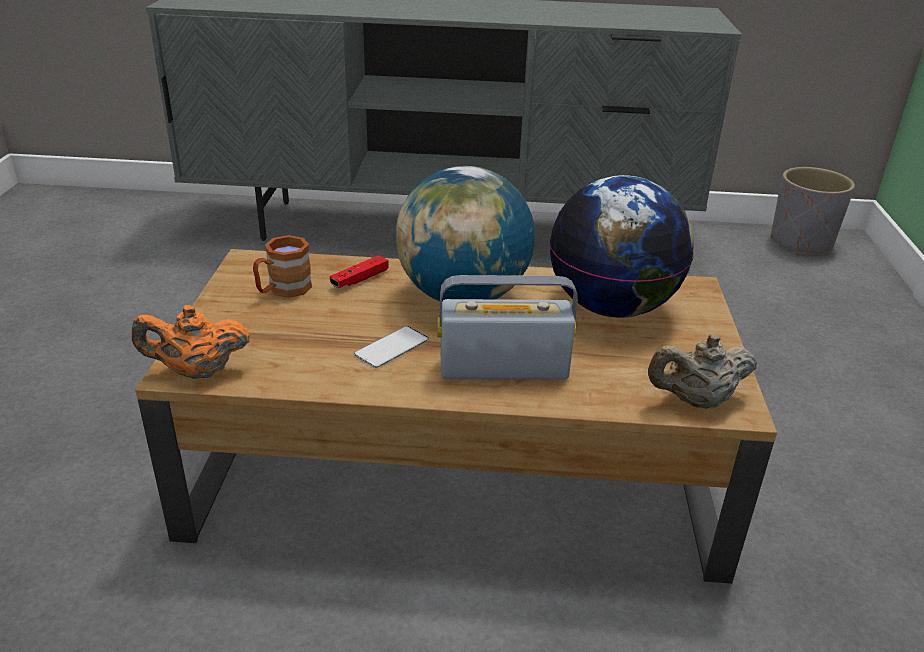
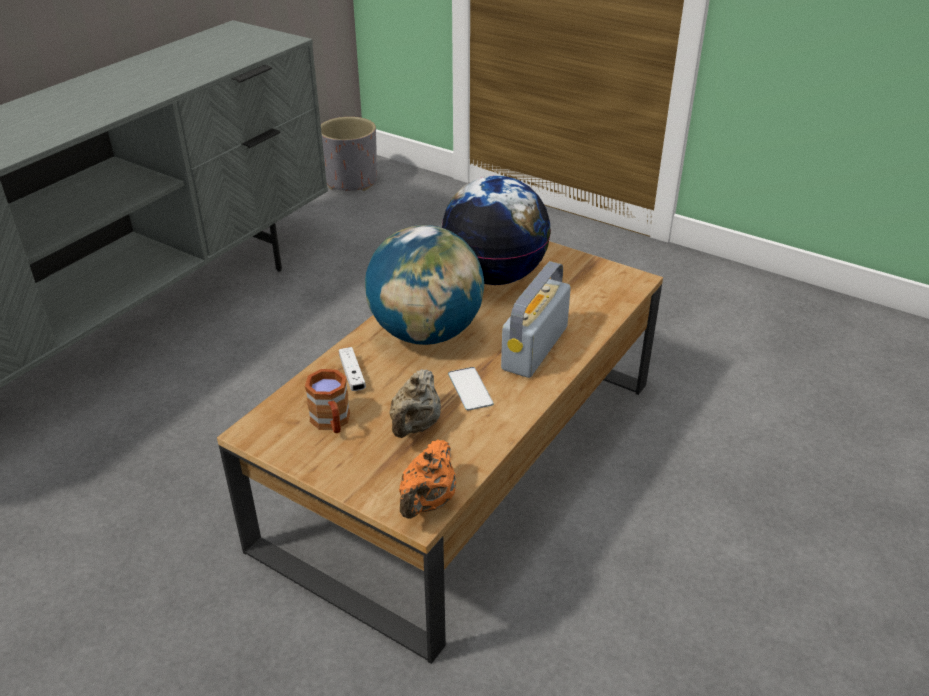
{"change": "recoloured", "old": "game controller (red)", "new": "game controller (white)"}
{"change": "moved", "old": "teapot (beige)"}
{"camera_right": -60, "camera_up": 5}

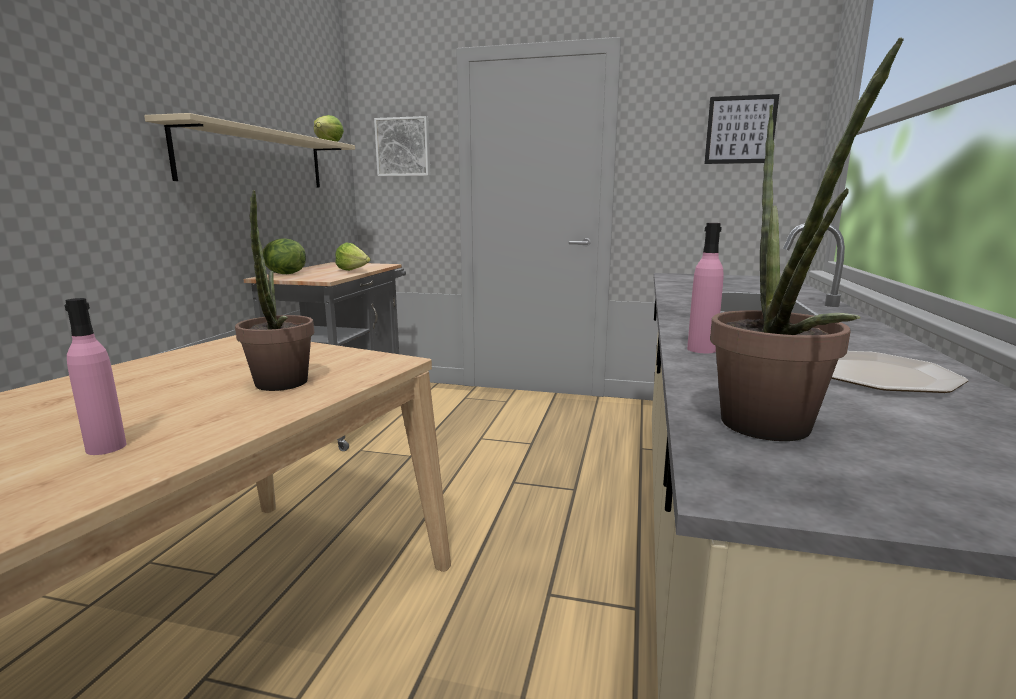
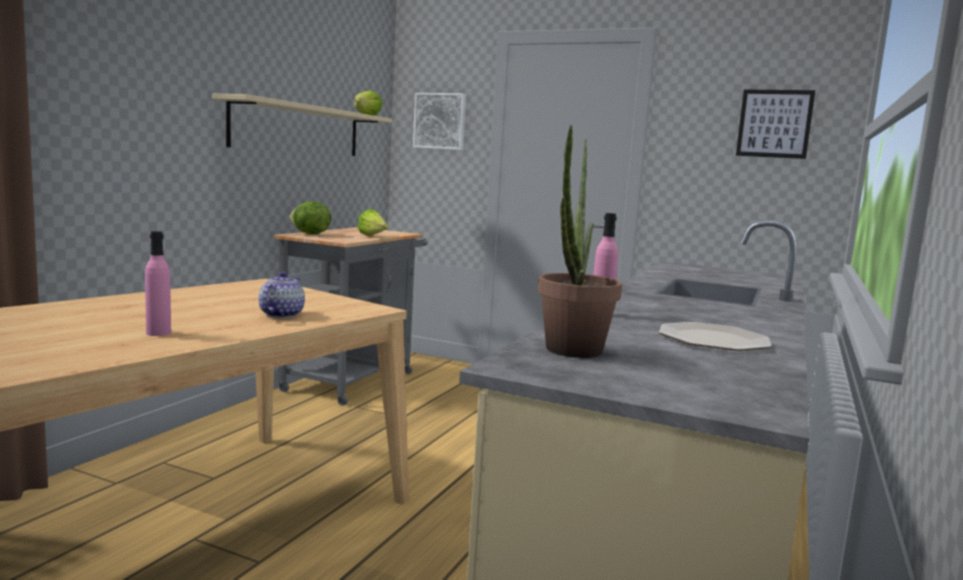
{"change": "replaced", "old": "potted plant (1st from left)", "new": "teapot"}
{"camera_right": 10, "camera_up": -5}

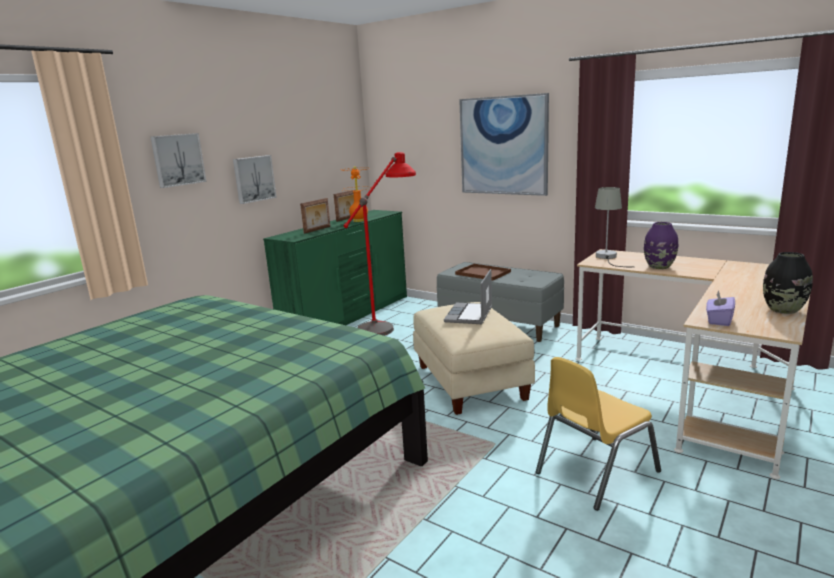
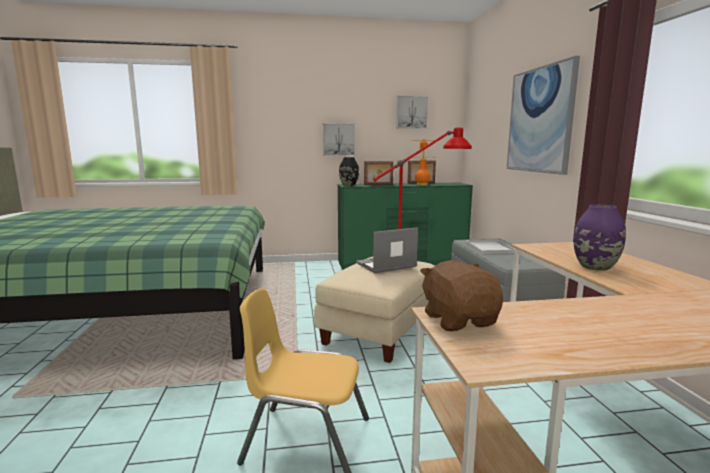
{"change": "moved", "old": "picture (1st from left in the first image)", "new": "picture (2nd from left)"}
{"change": "recoloured", "old": "tray (brown)", "new": "tray (white)"}
{"change": "removed", "old": "table lamp (grey)"}
{"change": "replaced", "old": "tissue box (purple)", "new": "plush toy (brown)"}
{"change": "moved", "old": "vase (black)"}
{"camera_right": 45, "camera_up": -5}

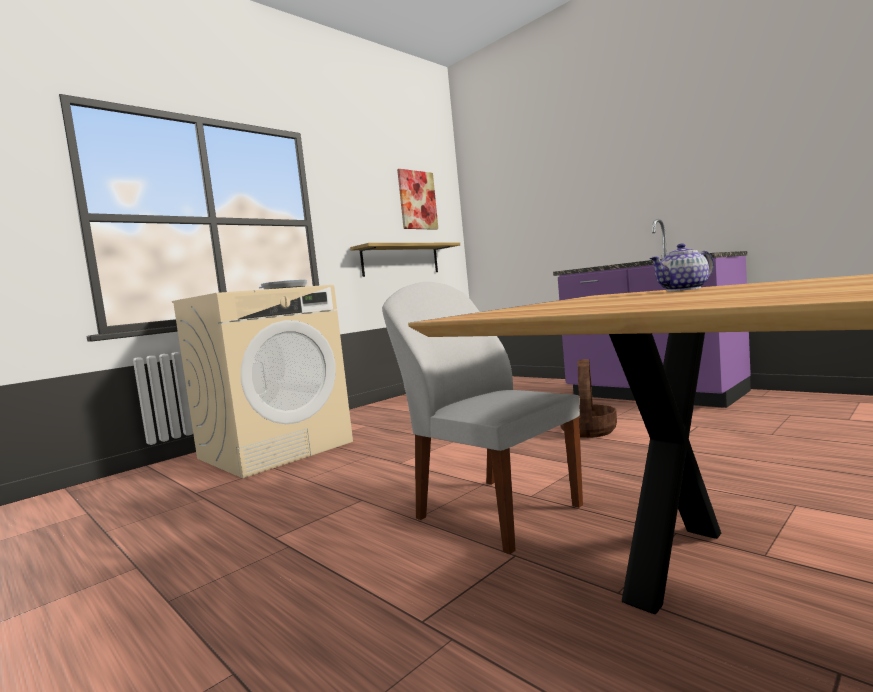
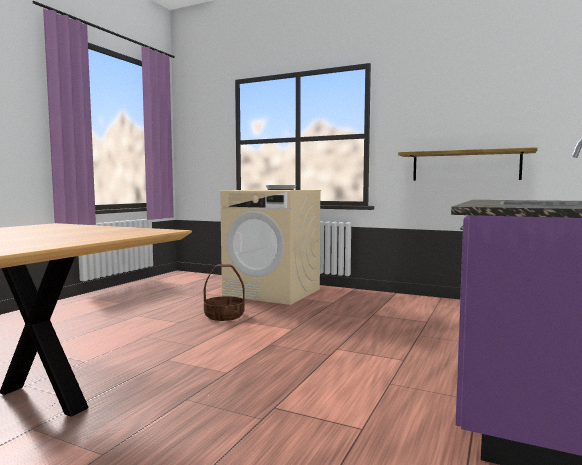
{"change": "removed", "old": "chair (white)"}
{"change": "removed", "old": "picture"}
{"change": "moved", "old": "basket"}
{"change": "removed", "old": "teapot"}
{"camera_right": 70, "camera_up": 0}

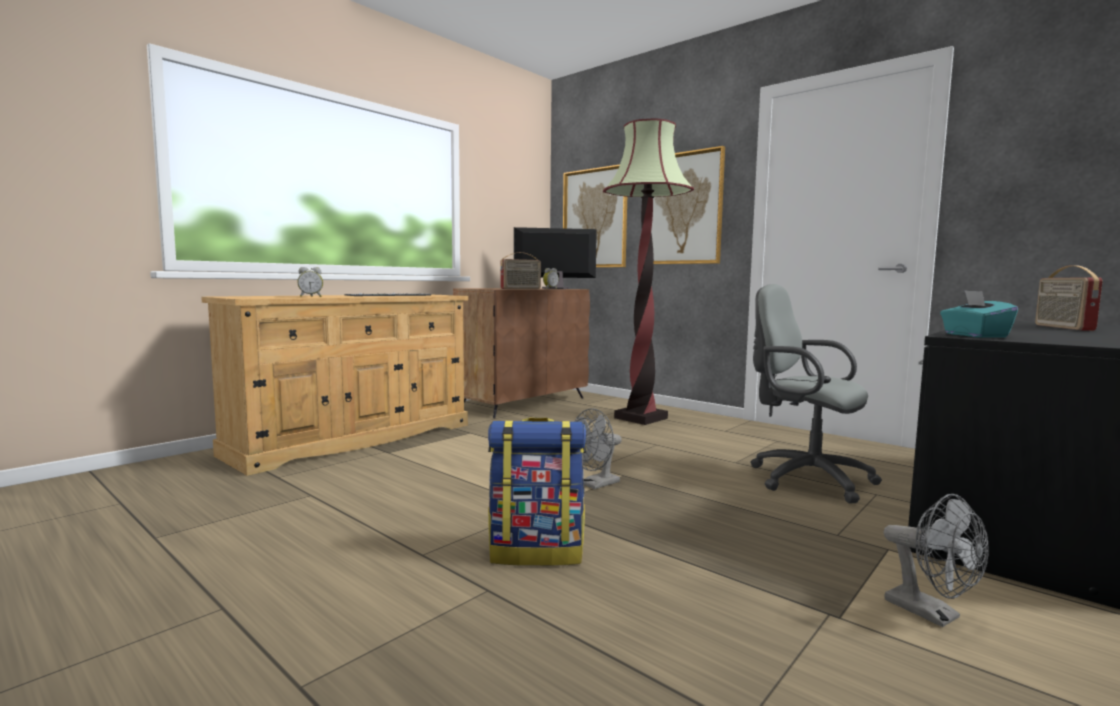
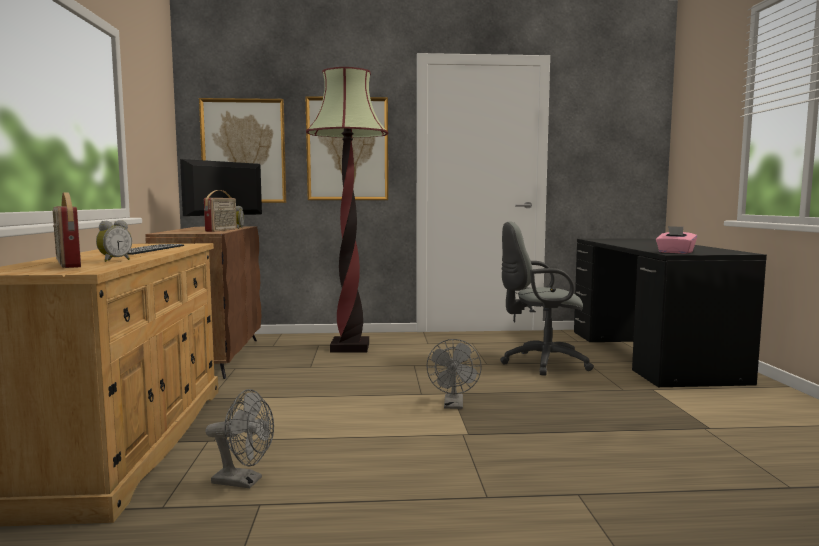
{"change": "removed", "old": "backpack"}
{"change": "moved", "old": "fan (grey) (2nd from left in the first image)", "new": "fan (grey) (1st from left)"}
{"change": "recoloured", "old": "tissue box (turquoise)", "new": "tissue box (pink)"}
{"change": "moved", "old": "radio (2nd from left in the first image)", "new": "radio (1st from left)"}
{"camera_right": -45, "camera_up": 0}

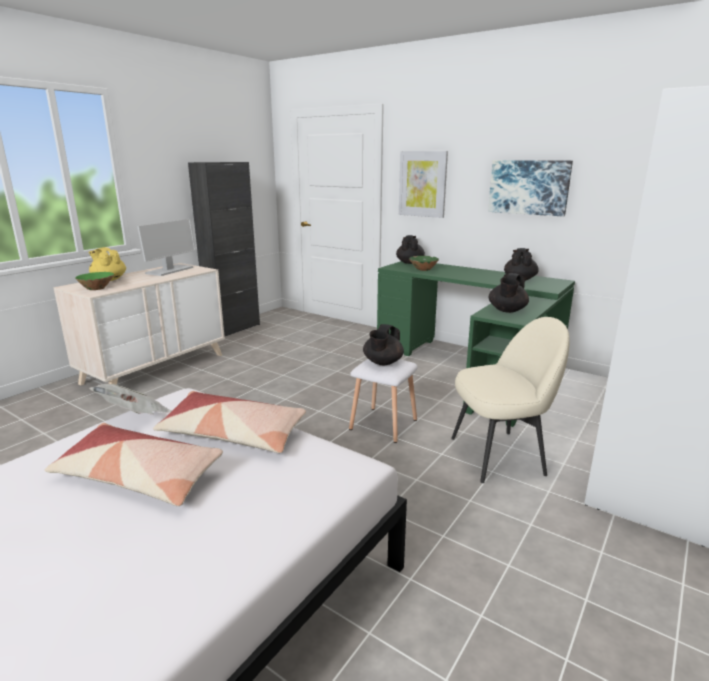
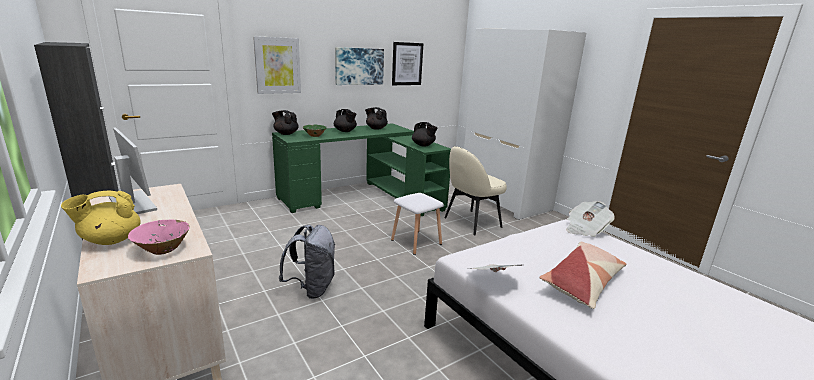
{"change": "recoloured", "old": "bowl (green) (1st from left)", "new": "bowl (pink)"}
{"change": "removed", "old": "pillow (2nd from left)"}
{"change": "moved", "old": "teapot (black) (1st from left in the first image)", "new": "teapot (black) (2nd from left)"}
{"change": "turned", "old": "chair (beige)", "degrees": -135}
{"change": "added", "new": "backpack (grey)"}
{"change": "added", "new": "picture (3rd from left)"}
{"change": "added", "new": "newspaper (2nd from left)"}
{"camera_right": -70, "camera_up": 0}

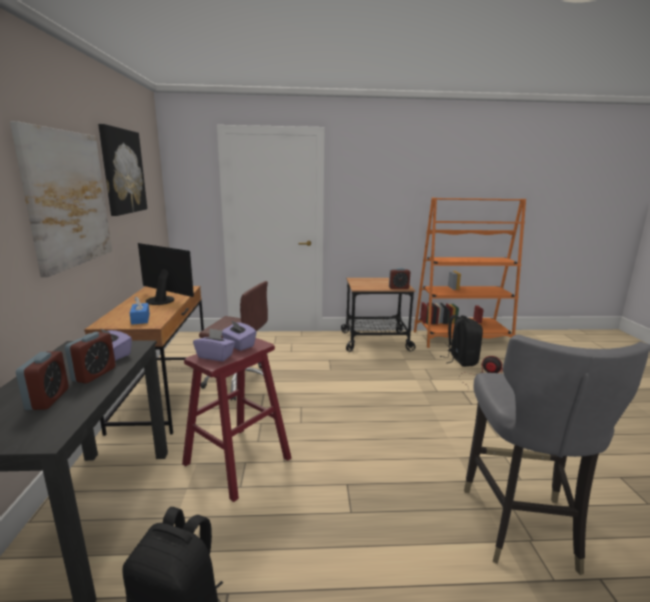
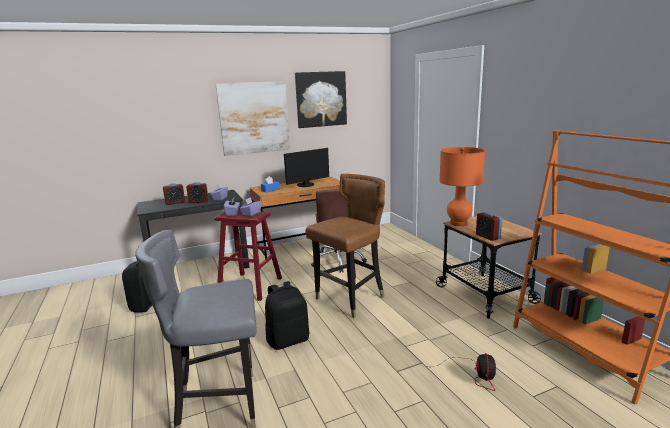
{"change": "turned", "old": "monitor", "degrees": 45}
{"change": "moved", "old": "backpack (black) (2nd from left)"}
{"change": "added", "new": "chair (brown)"}
{"change": "added", "new": "table lamp (orange)"}
{"camera_right": 70, "camera_up": 0}

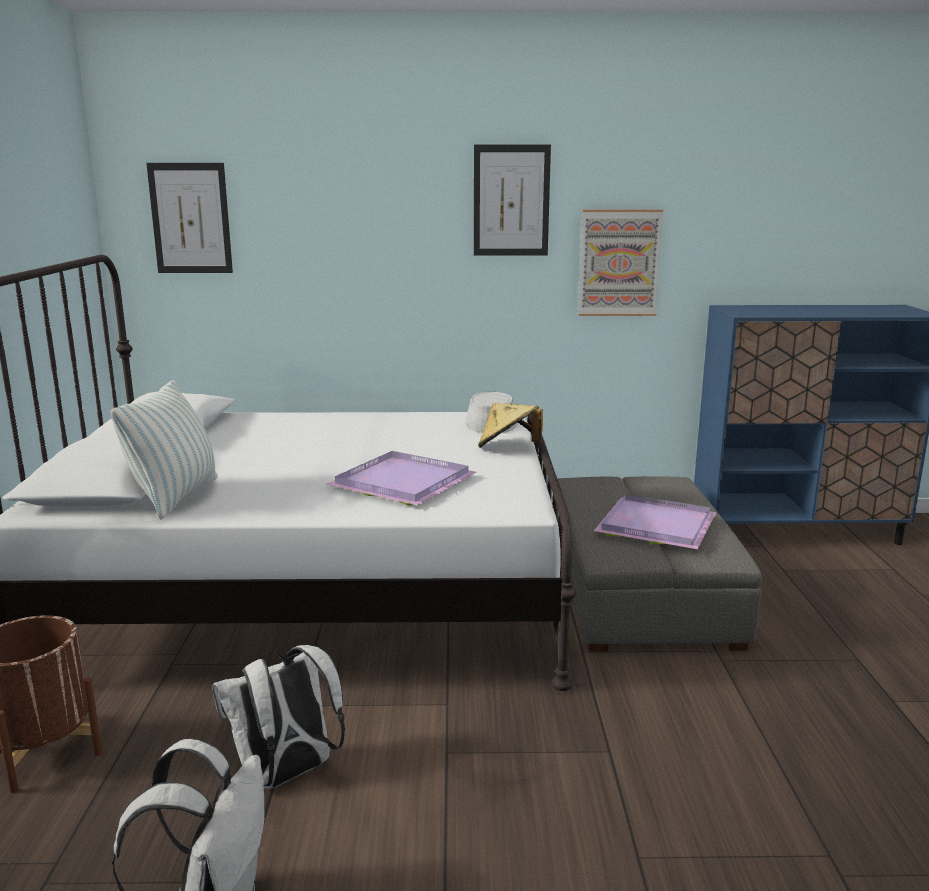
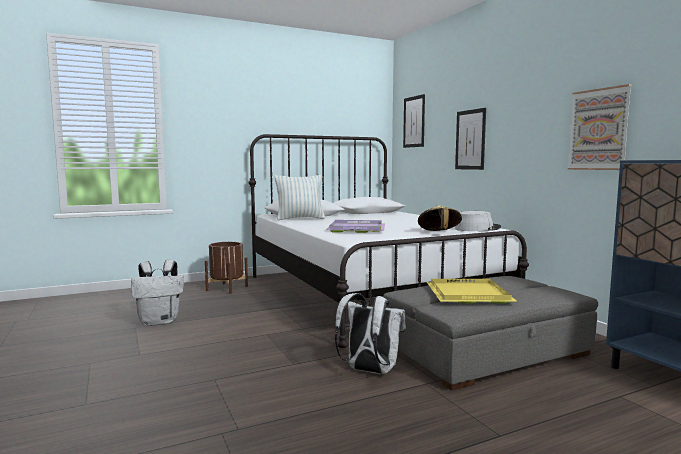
{"change": "moved", "old": "backpack (white) (2nd from left)"}
{"change": "moved", "old": "picture (2nd from left)"}
{"change": "recoloured", "old": "tray (purple) (2nd from left)", "new": "tray (yellow)"}
{"camera_right": 65, "camera_up": -10}

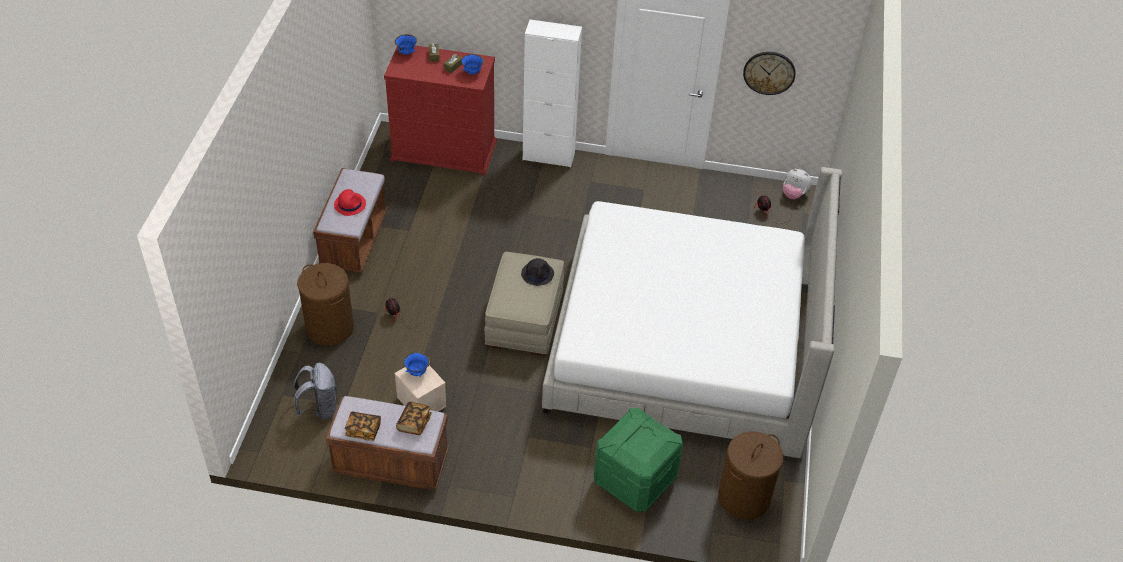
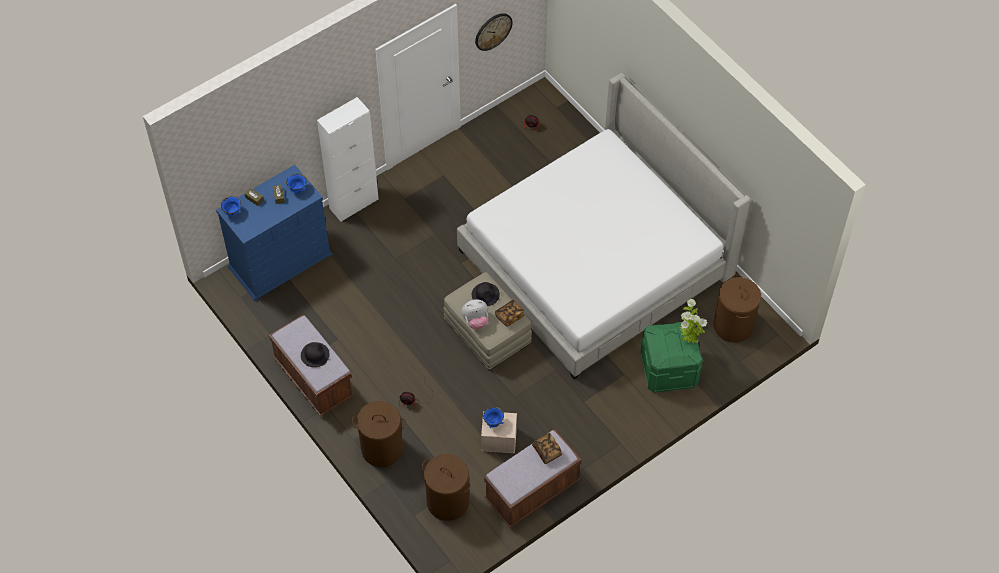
{"change": "replaced", "old": "backpack (grey)", "new": "laundry basket (brown) (2nd from left)"}
{"change": "recoloured", "old": "hat (red)", "new": "hat (black) (1st from left)"}
{"change": "moved", "old": "book (1st from left)"}
{"change": "recoloured", "old": "dresser (red)", "new": "dresser (blue)"}
{"change": "moved", "old": "plush toy"}
{"change": "added", "new": "potted plant"}
{"camera_right": -45, "camera_up": 10}

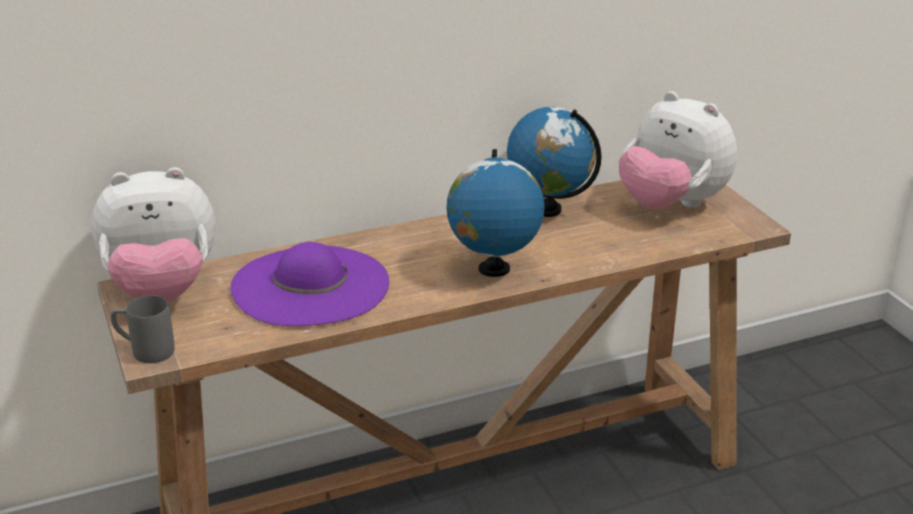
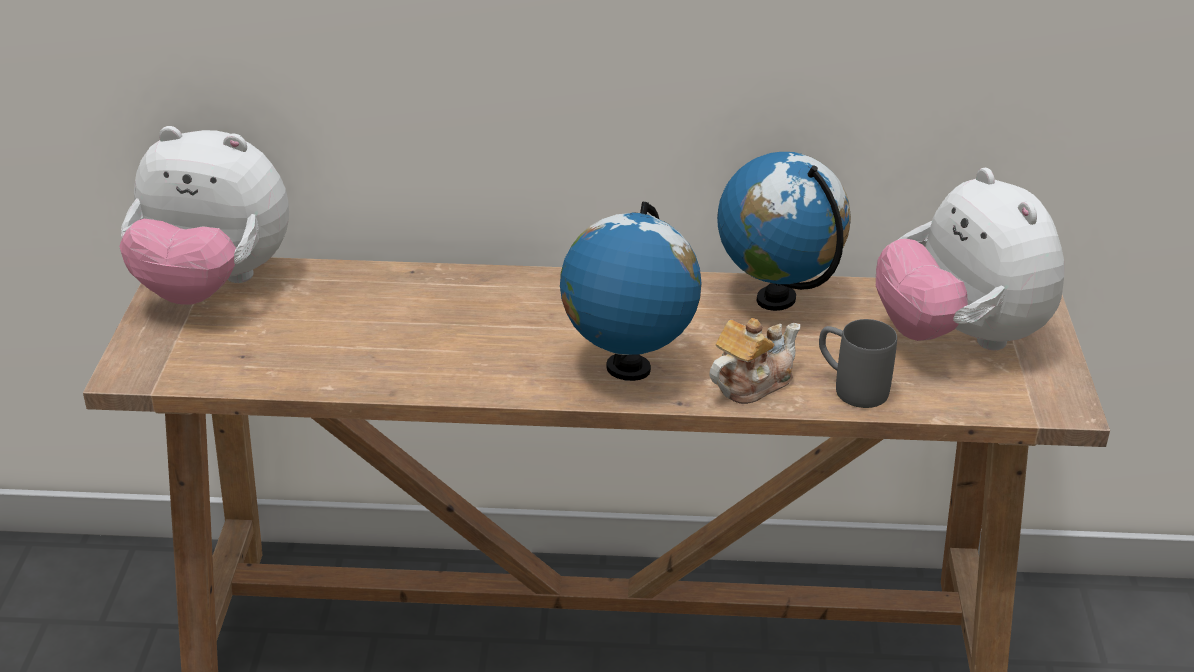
{"change": "moved", "old": "mug (grey)"}
{"change": "removed", "old": "hat (purple)"}
{"change": "added", "new": "teapot"}
{"camera_right": 25, "camera_up": 5}

